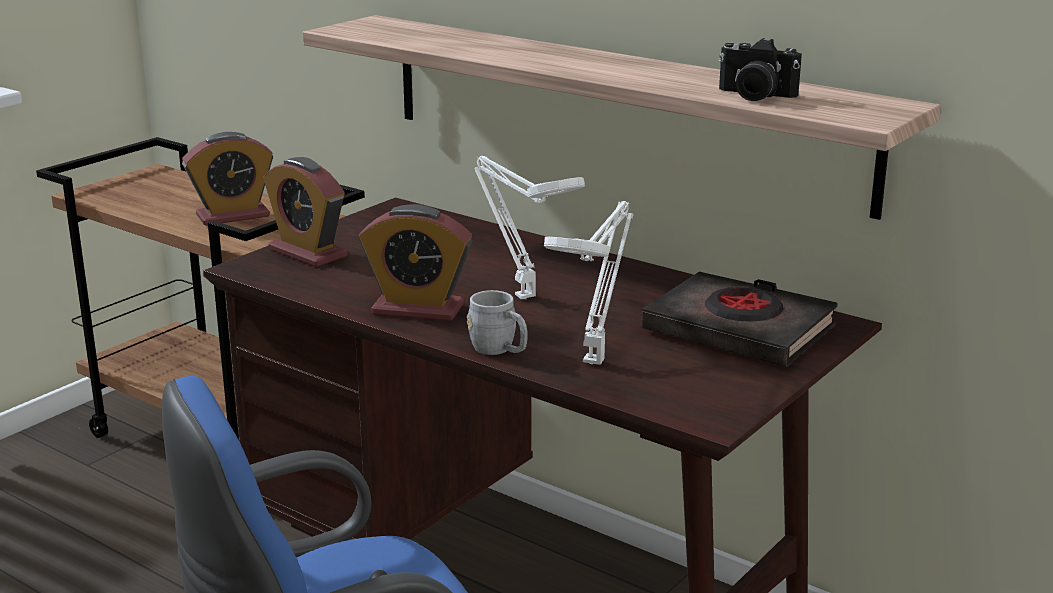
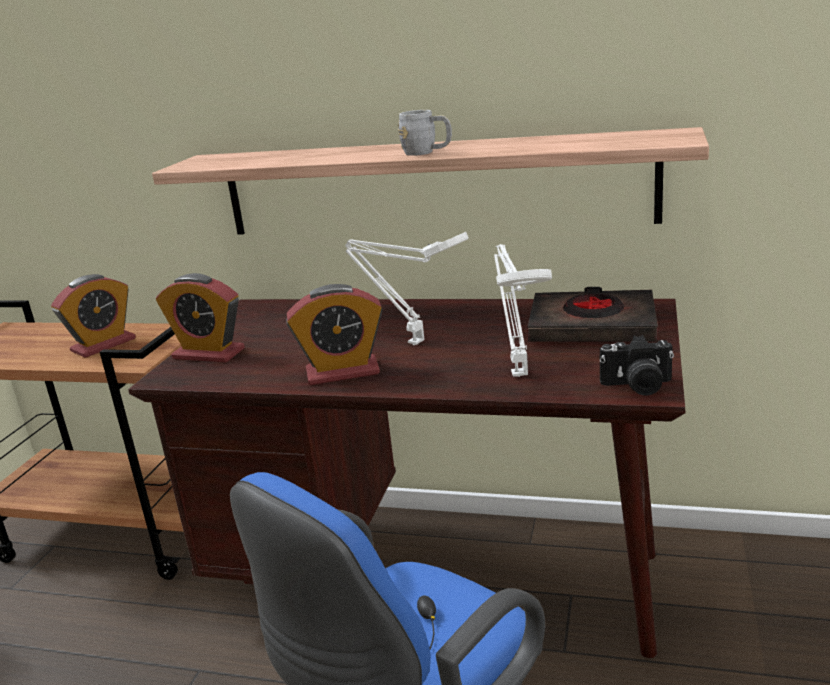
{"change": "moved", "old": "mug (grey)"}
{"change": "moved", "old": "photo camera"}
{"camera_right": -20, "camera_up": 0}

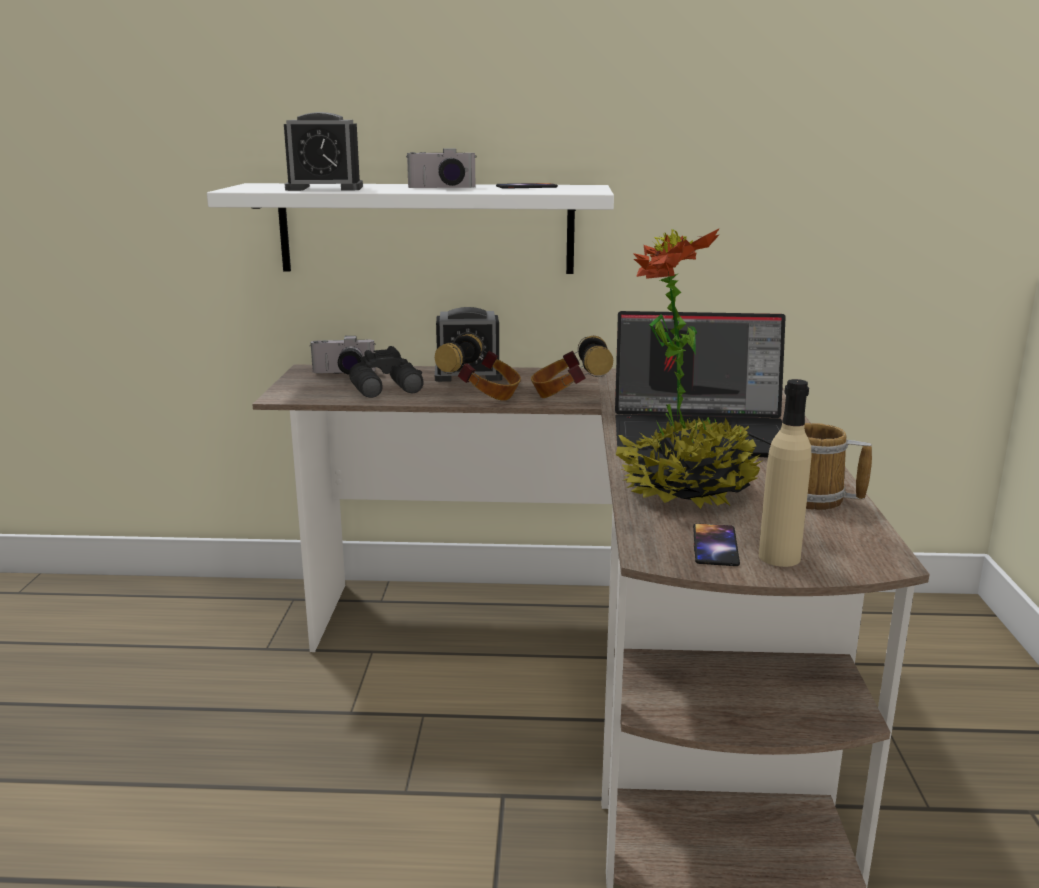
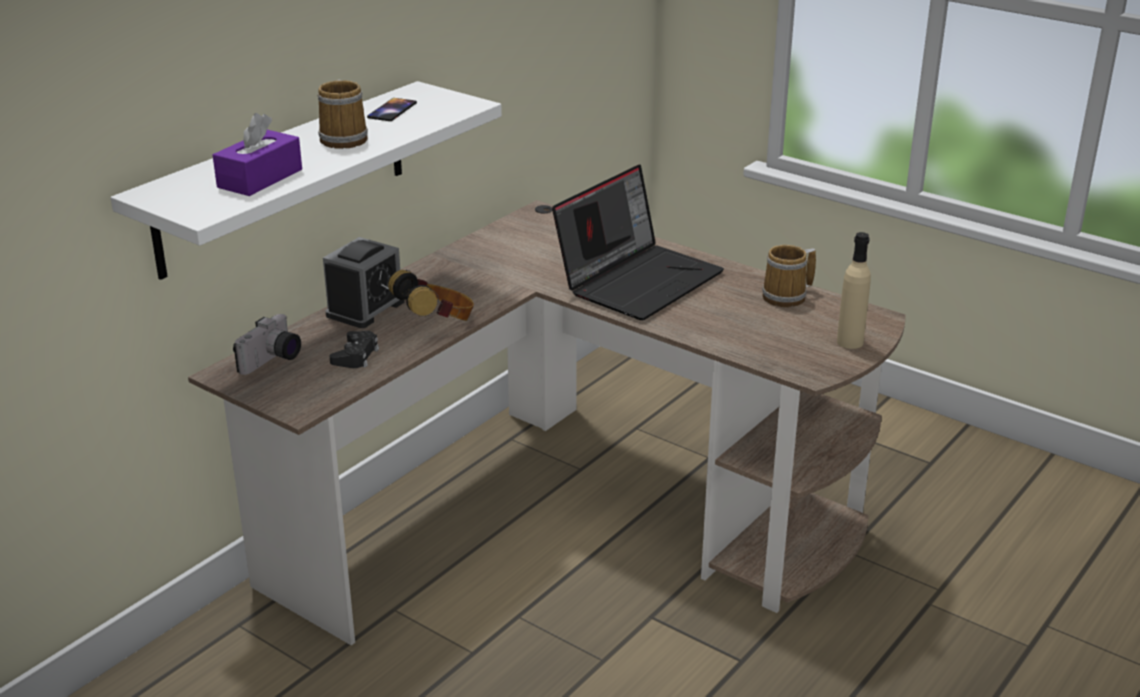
{"change": "replaced", "old": "alarm clock (1st from left)", "new": "tissue box (purple)"}
{"change": "replaced", "old": "binoculars (black)", "new": "game controller (black)"}
{"change": "replaced", "old": "photo camera (2nd from left)", "new": "mug (1st from left)"}
{"change": "removed", "old": "headphones (2nd from left)"}
{"change": "removed", "old": "potted plant"}
{"change": "removed", "old": "phone (2nd from left)"}
{"camera_right": -55, "camera_up": 10}

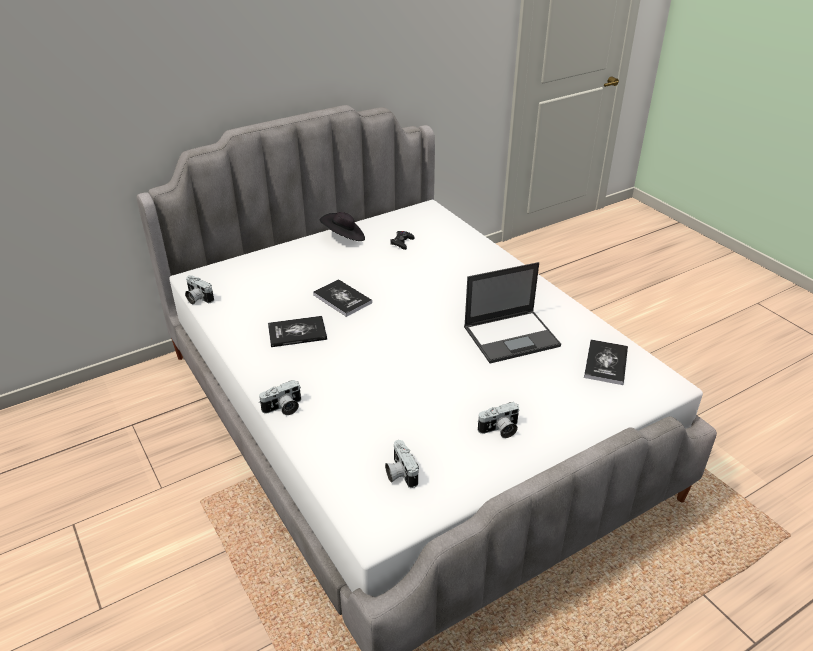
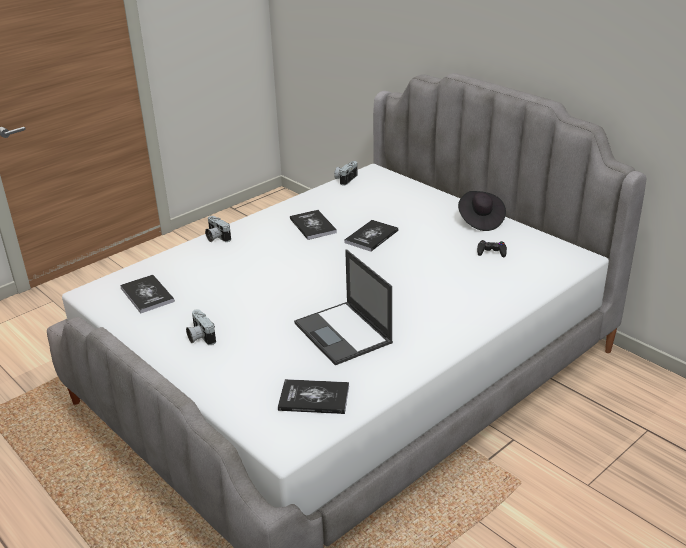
{"change": "replaced", "old": "photo camera (3rd from left)", "new": "book (1st from left)"}
{"camera_right": 80, "camera_up": -5}

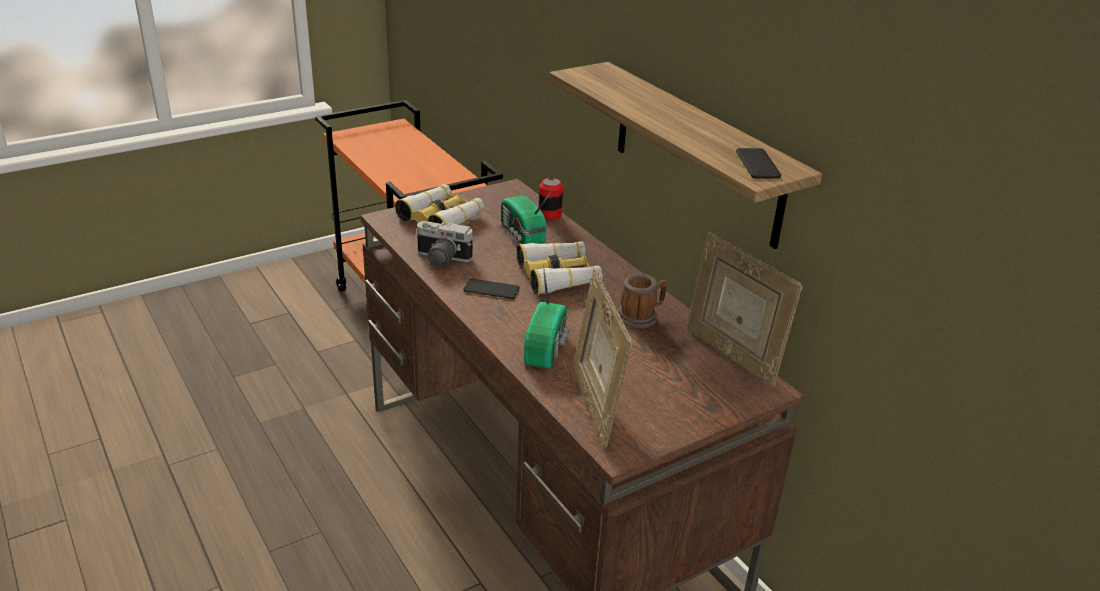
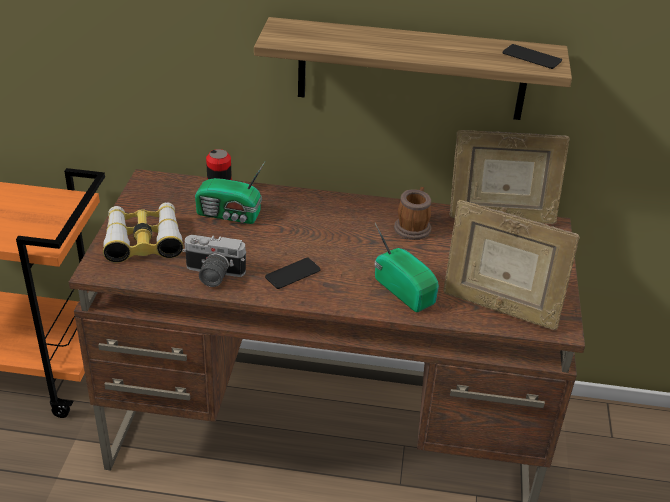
{"change": "turned", "old": "photo camera", "degrees": 45}
{"change": "removed", "old": "binoculars (2nd from left)"}
{"camera_right": -50, "camera_up": 5}

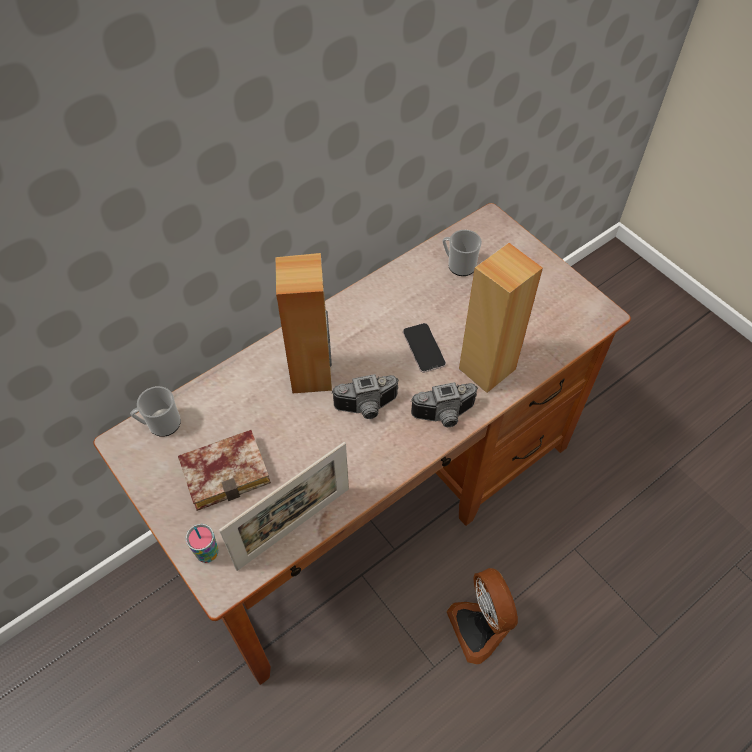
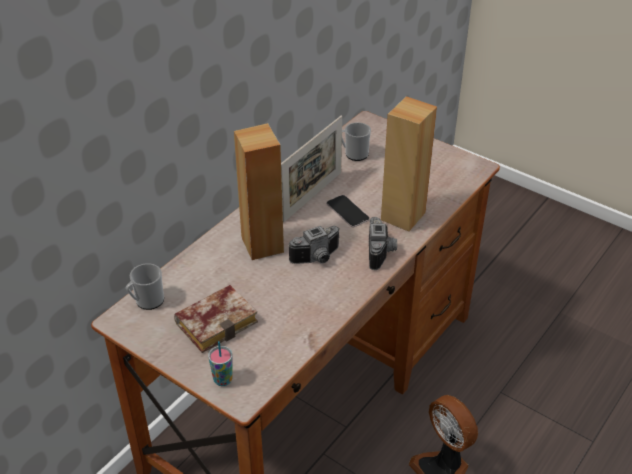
{"change": "moved", "old": "picture frame"}
{"change": "turned", "old": "photo camera (2nd from left)", "degrees": -60}
{"camera_right": -15, "camera_up": -15}

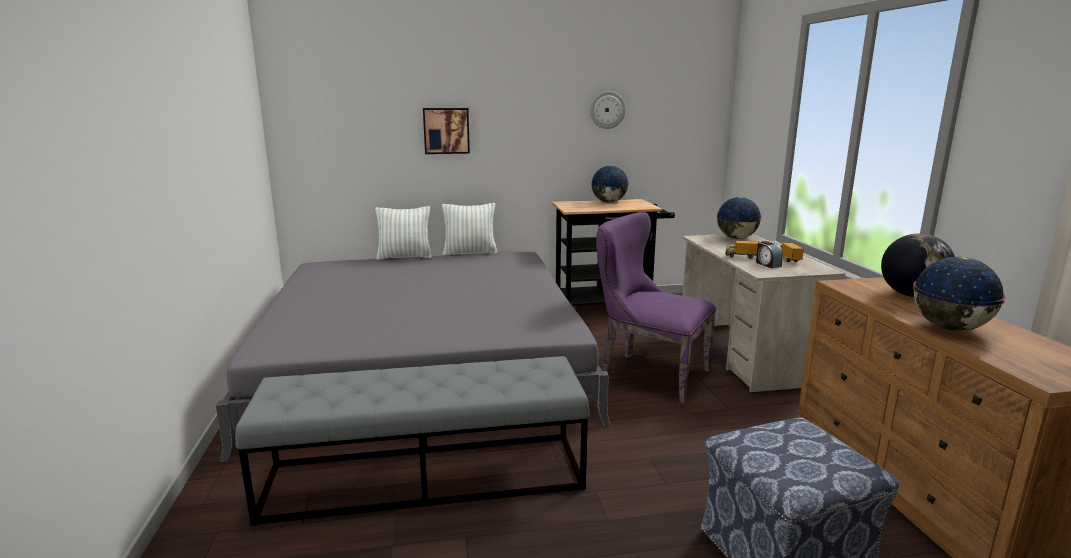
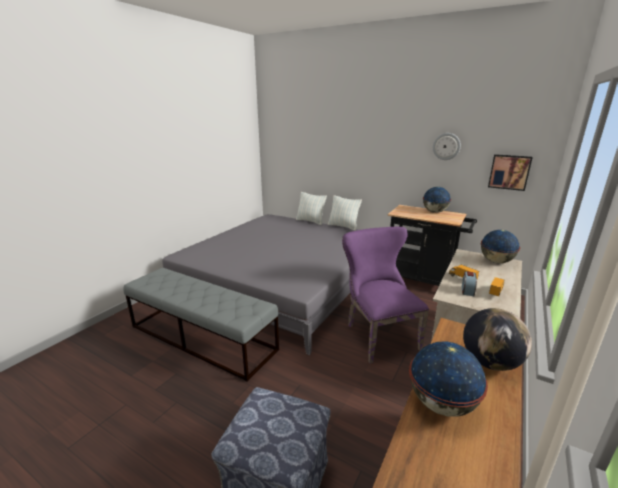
{"change": "moved", "old": "picture"}
{"camera_right": 40, "camera_up": 5}

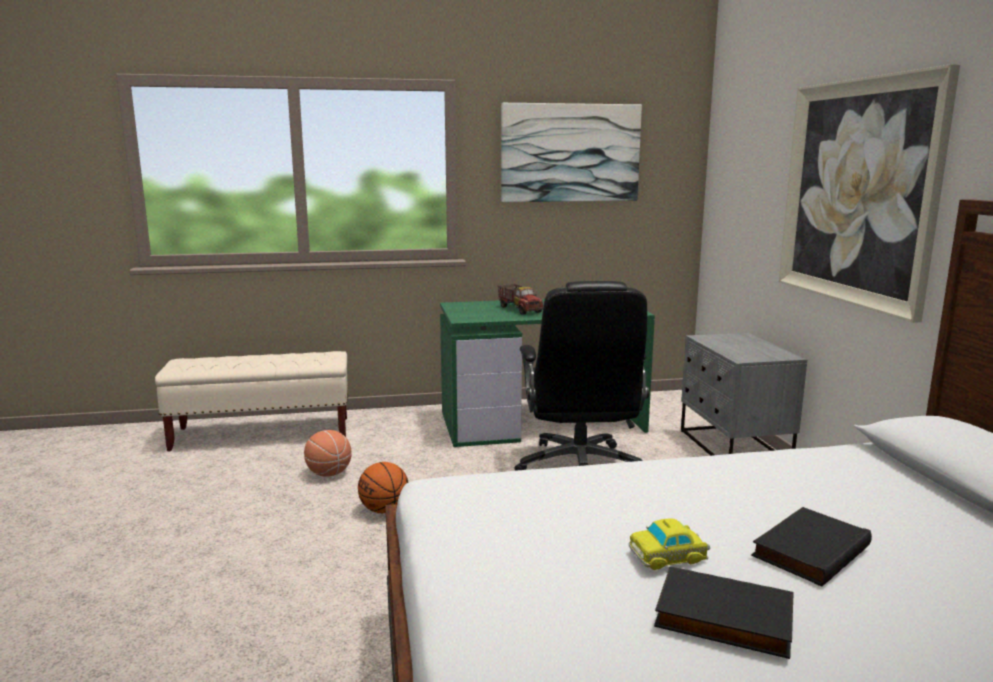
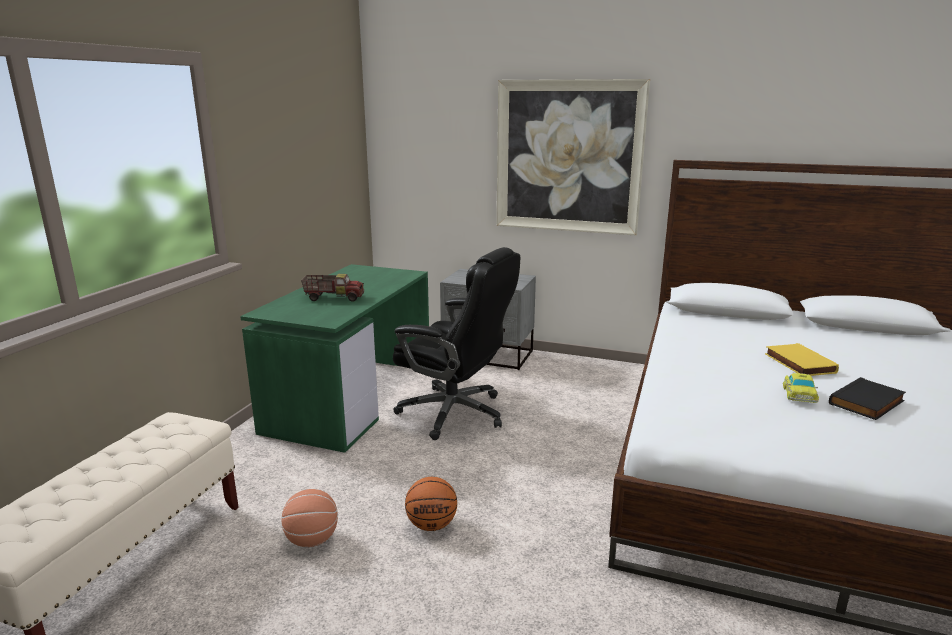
{"change": "removed", "old": "picture (1st from left)"}
{"change": "recoloured", "old": "book (black) (2nd from left)", "new": "book (yellow)"}
{"camera_right": -60, "camera_up": 5}

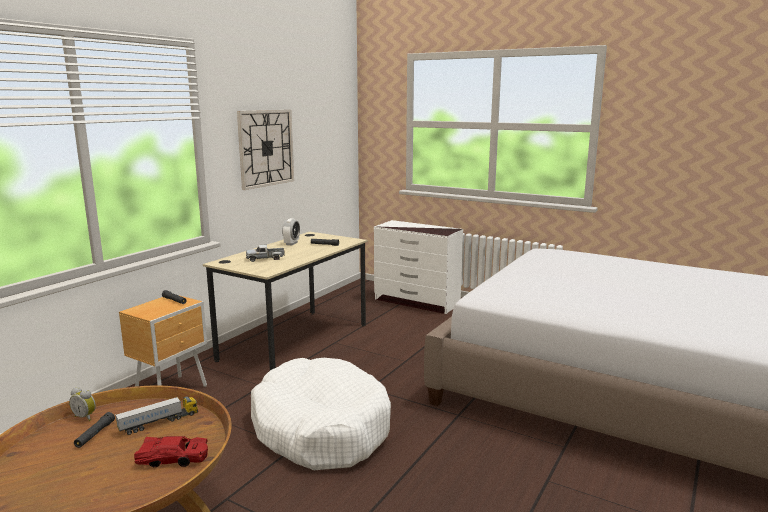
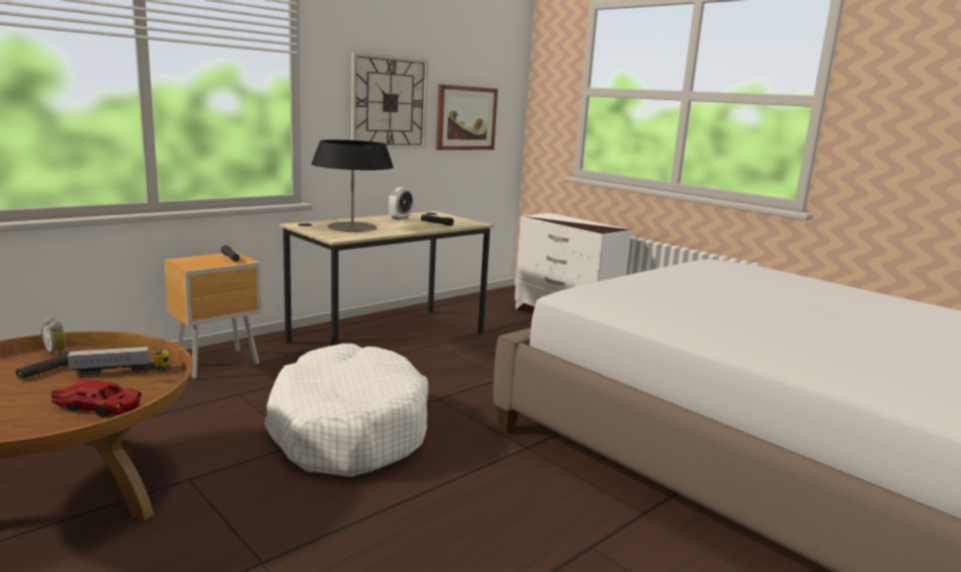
{"change": "replaced", "old": "toy truck (2nd from left)", "new": "table lamp"}
{"change": "added", "new": "picture"}
{"camera_right": 15, "camera_up": 0}

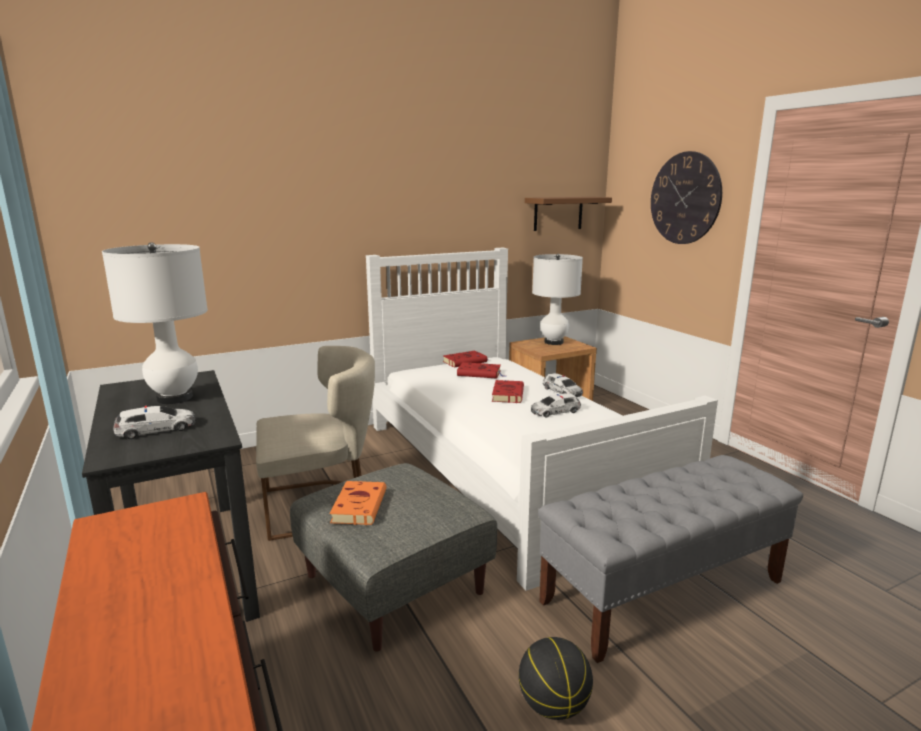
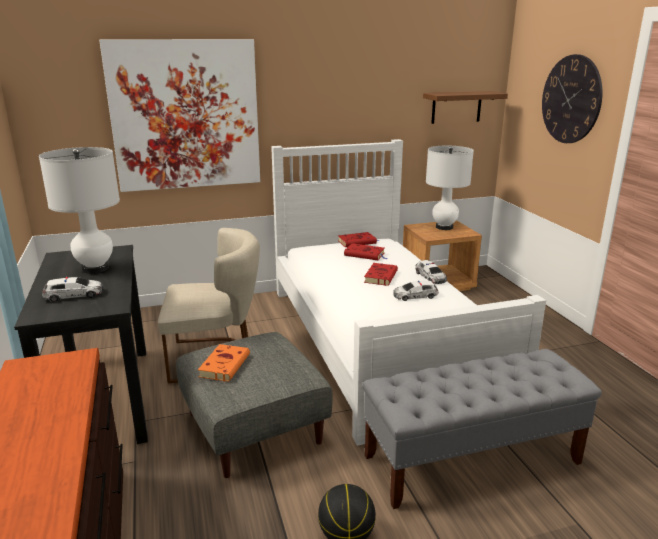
{"change": "added", "new": "picture"}
{"camera_right": 10, "camera_up": 5}

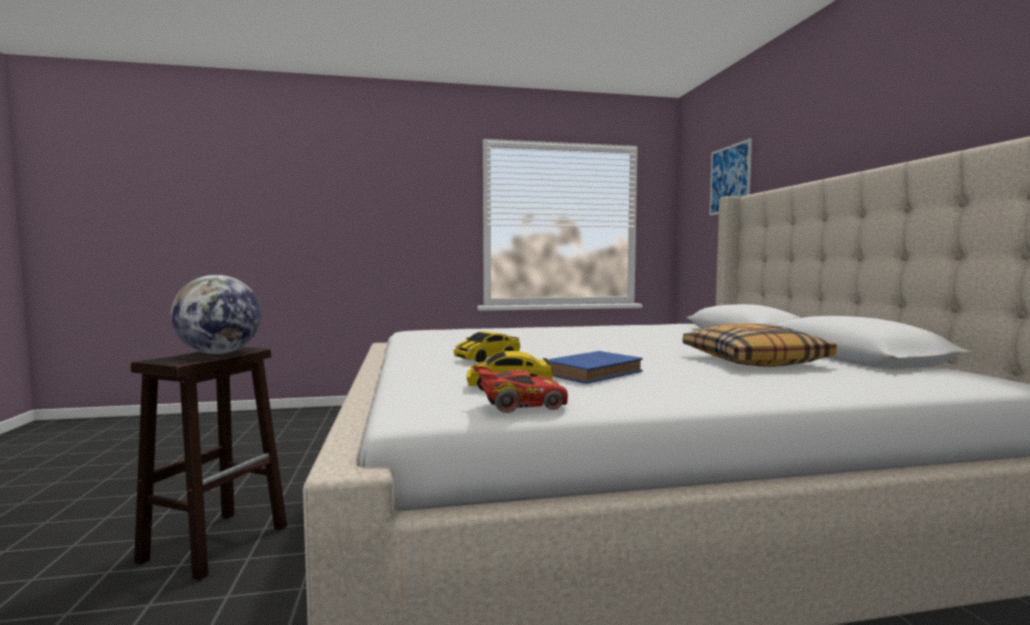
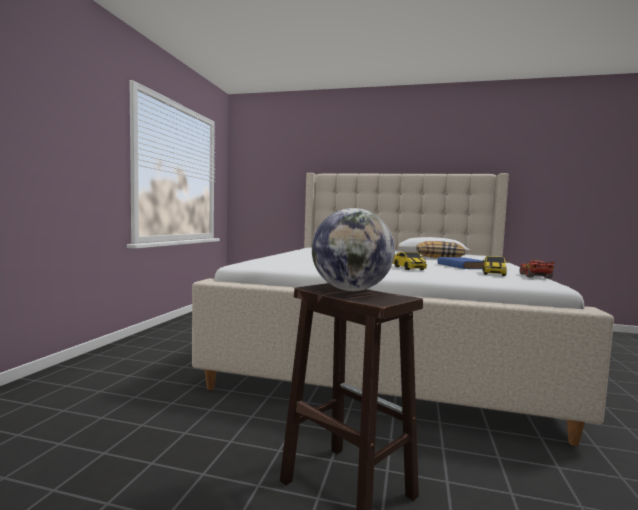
{"change": "removed", "old": "picture"}
{"camera_right": -65, "camera_up": 0}

